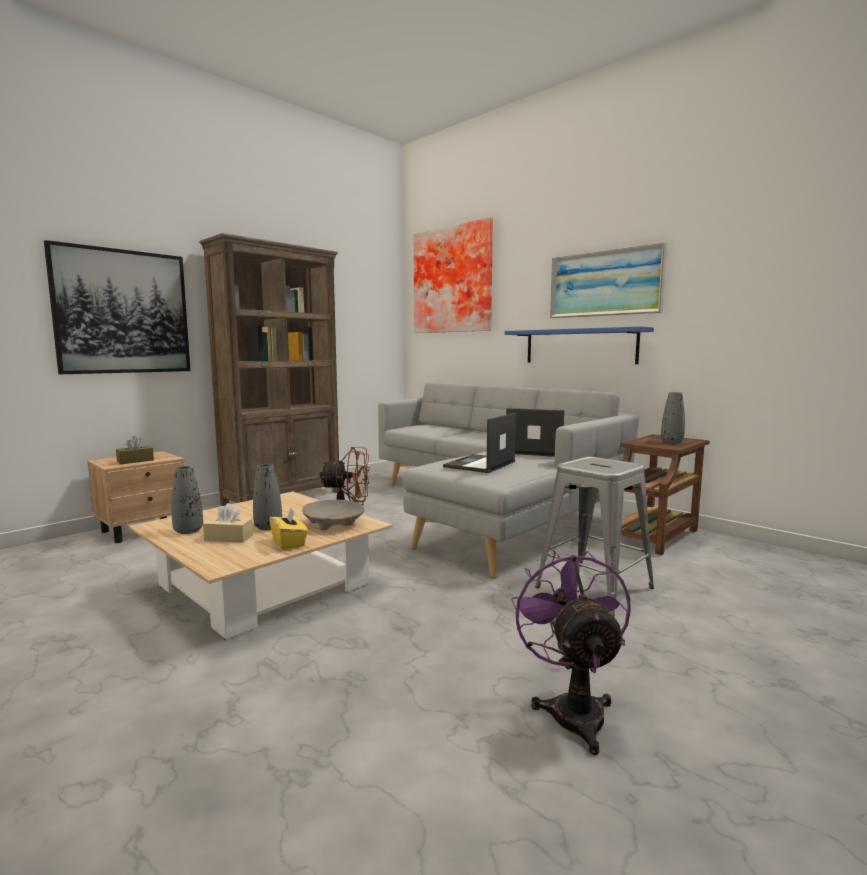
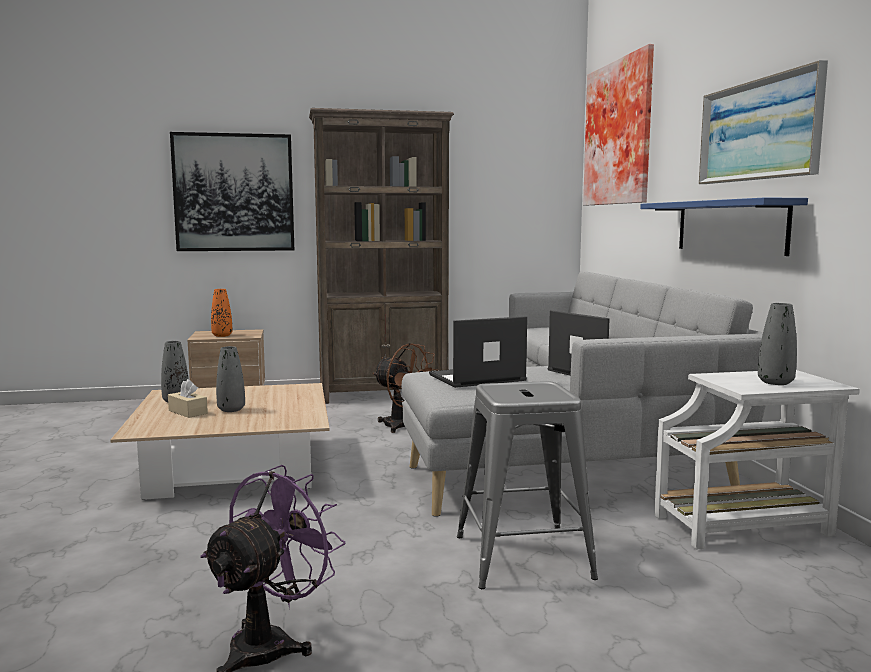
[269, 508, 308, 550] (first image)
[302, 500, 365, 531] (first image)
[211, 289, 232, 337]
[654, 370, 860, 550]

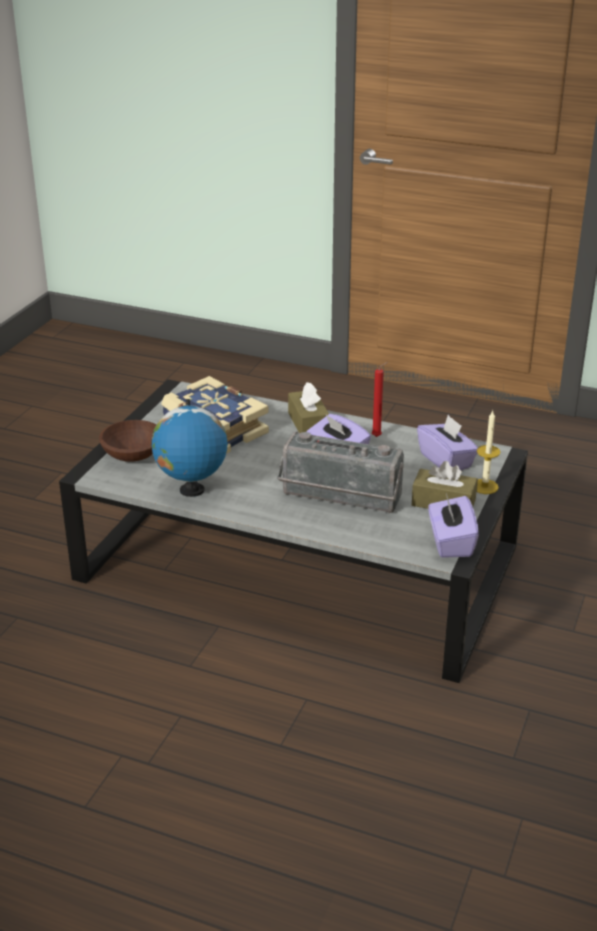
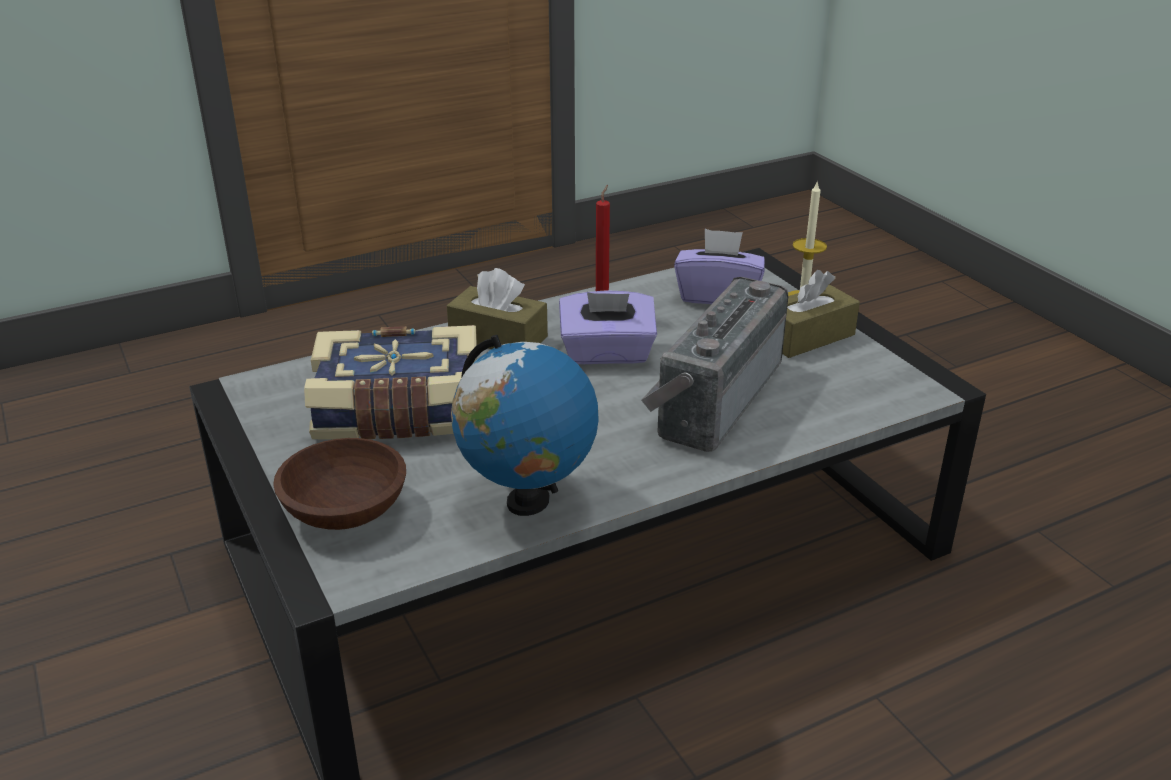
[428, 493, 479, 558] (first image)
[641, 277, 788, 452]

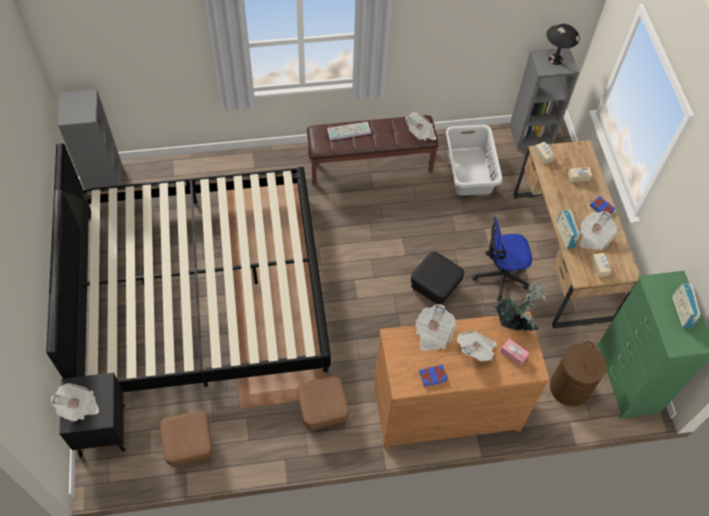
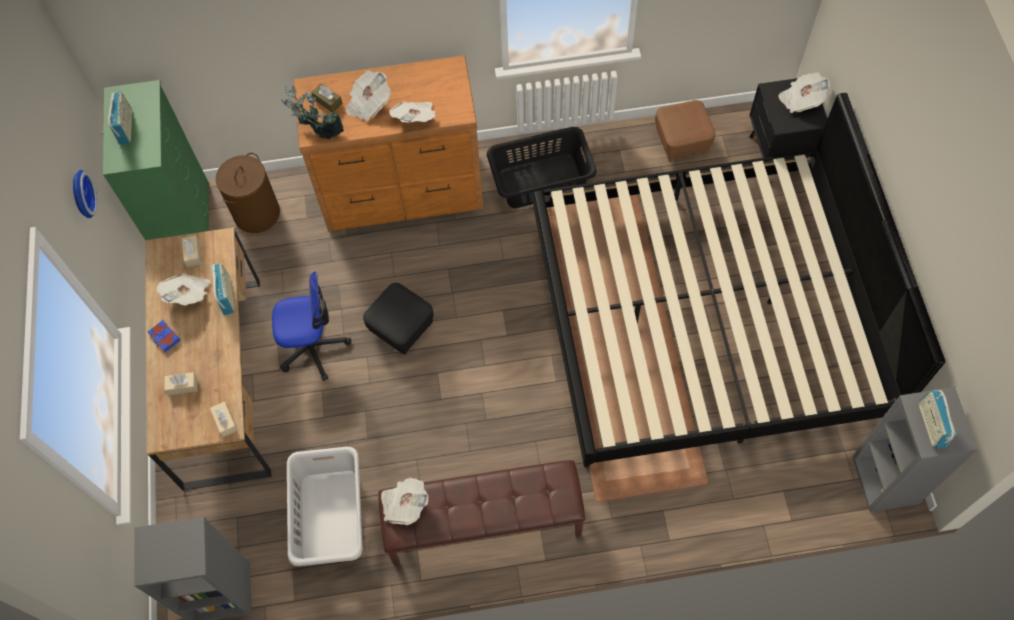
[327, 122, 371, 141] (first image)
[419, 364, 448, 387] (first image)
[546, 24, 580, 65] (first image)
[73, 170, 98, 218]
[919, 390, 956, 449]
[487, 127, 597, 208]
[311, 83, 342, 112]

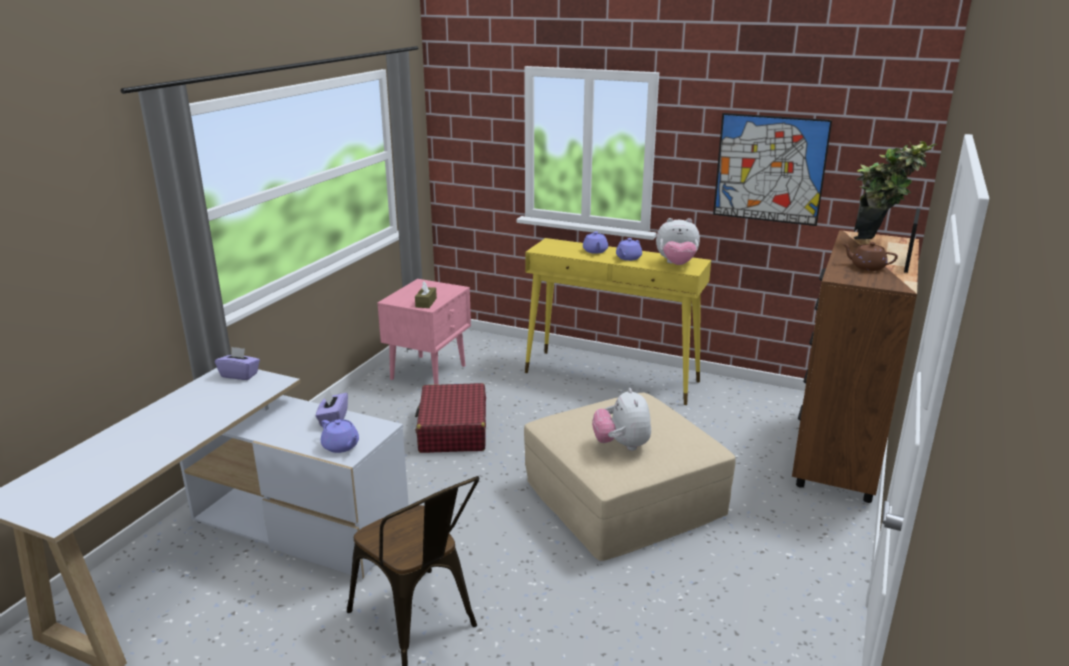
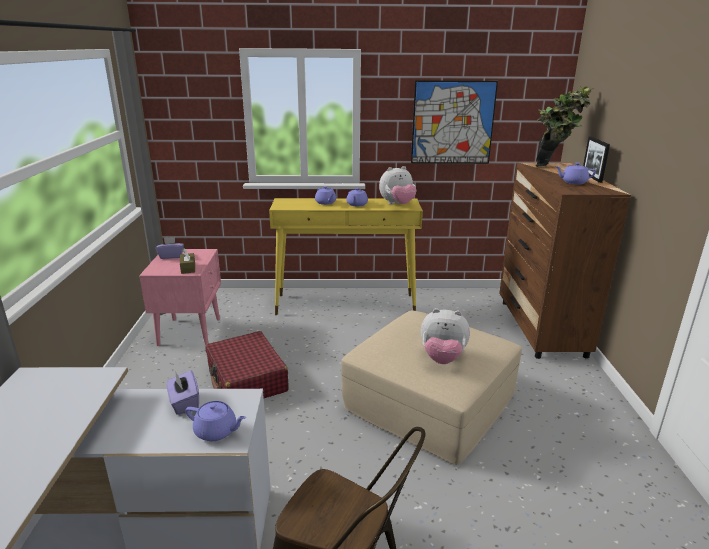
[156, 237, 184, 259]
[555, 163, 596, 184]
[421, 308, 470, 364]

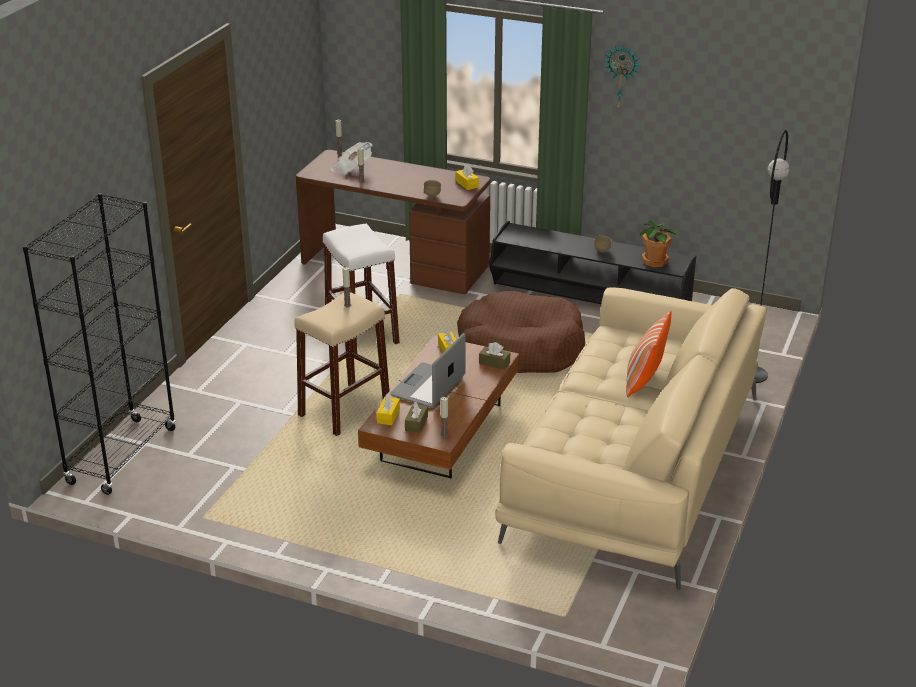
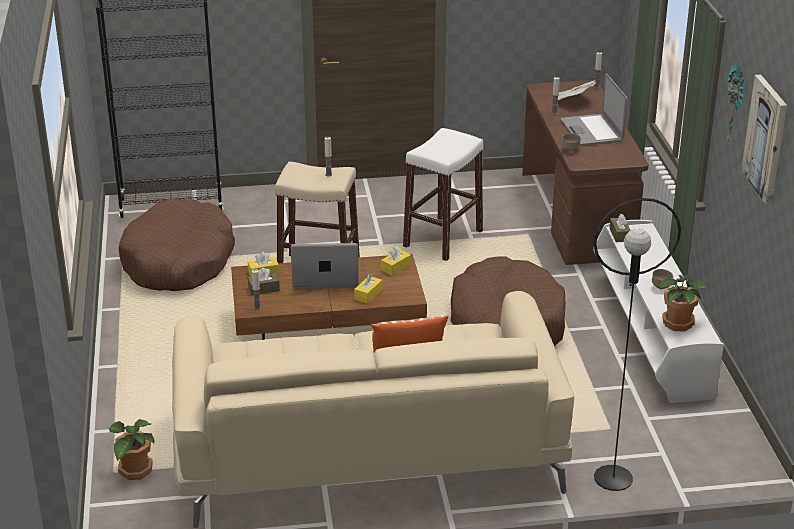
[109, 419, 154, 480]
[119, 198, 235, 291]
[561, 74, 628, 145]
[741, 75, 787, 205]
[354, 273, 382, 304]
[610, 214, 630, 242]
[593, 220, 724, 403]

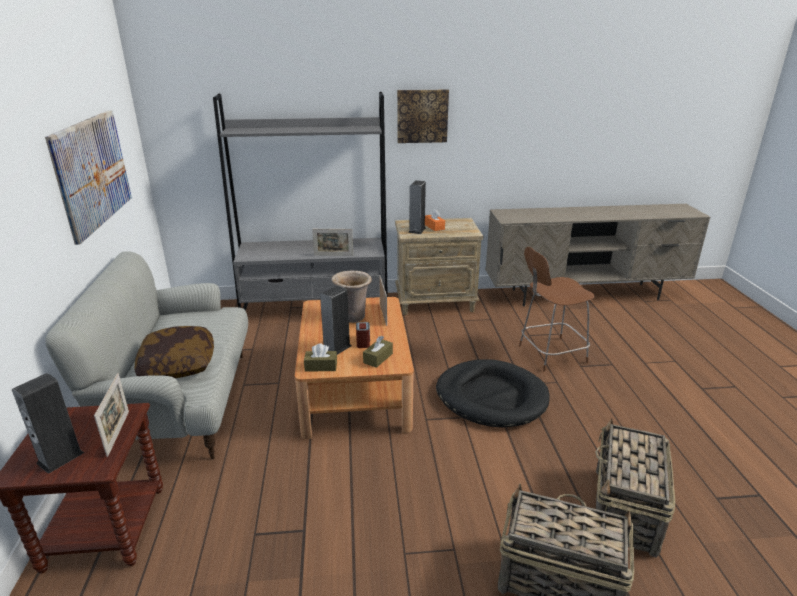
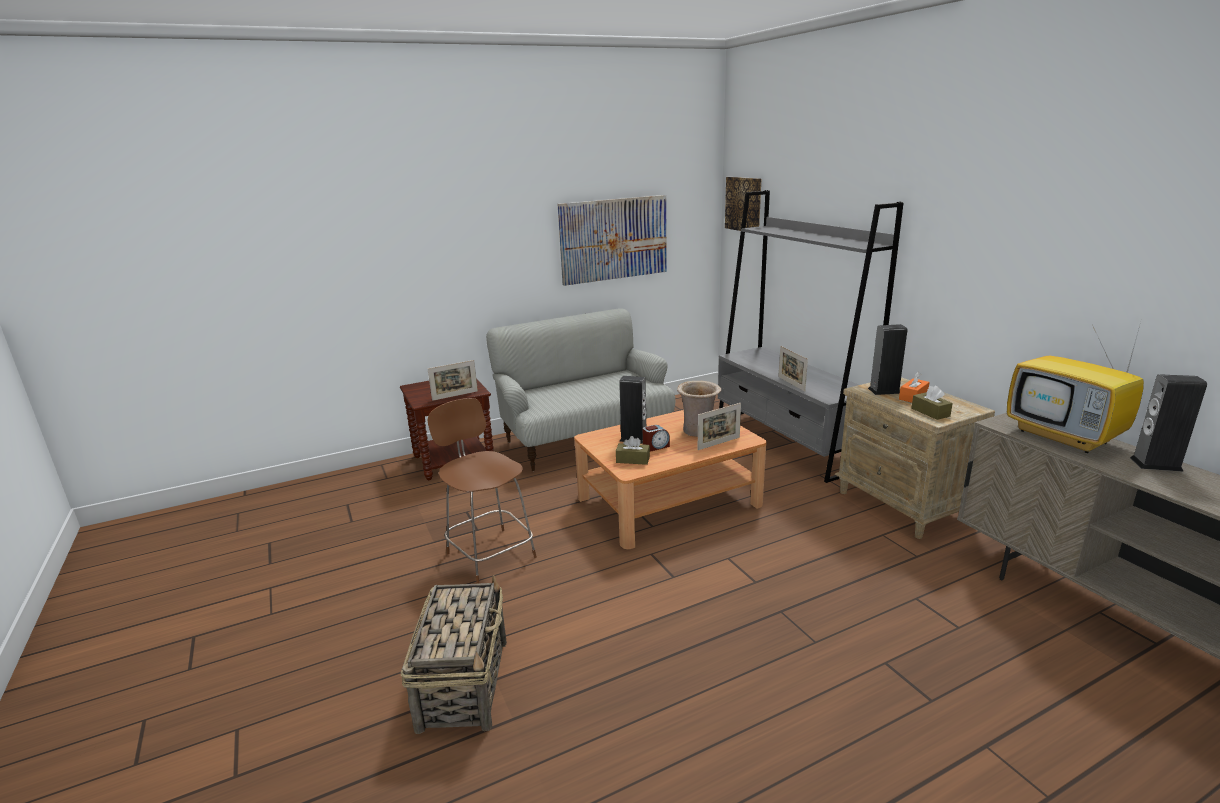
[135, 326, 214, 378] (first image)
[436, 359, 550, 427] (first image)
[595, 419, 675, 558] (first image)
[1007, 318, 1144, 453]
[1130, 374, 1207, 472]
[911, 386, 953, 420]
[725, 177, 761, 231]
[428, 398, 537, 584]

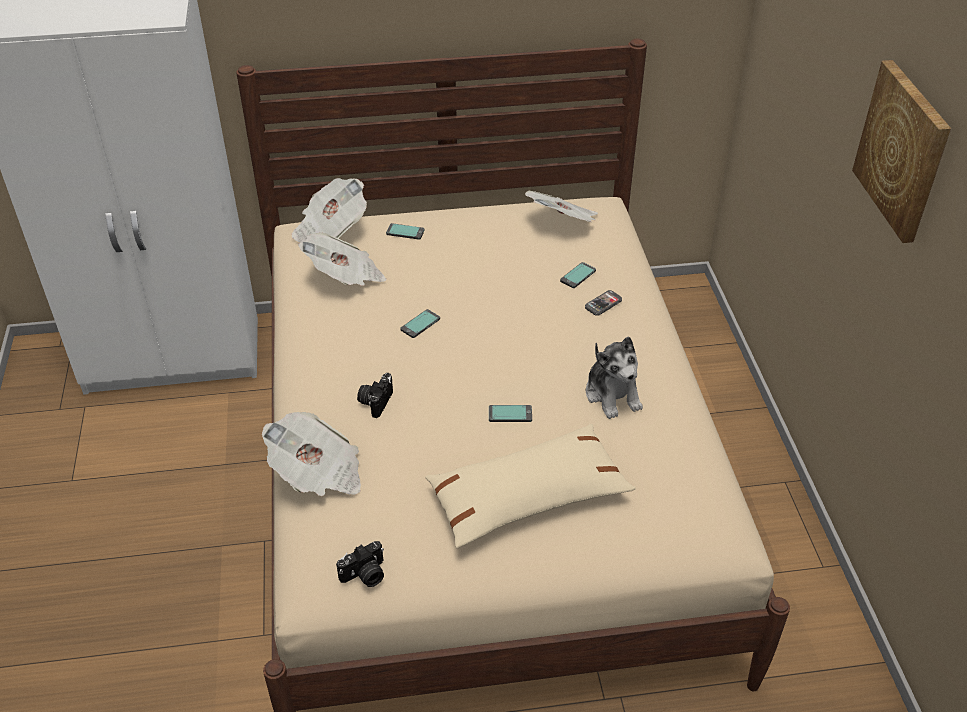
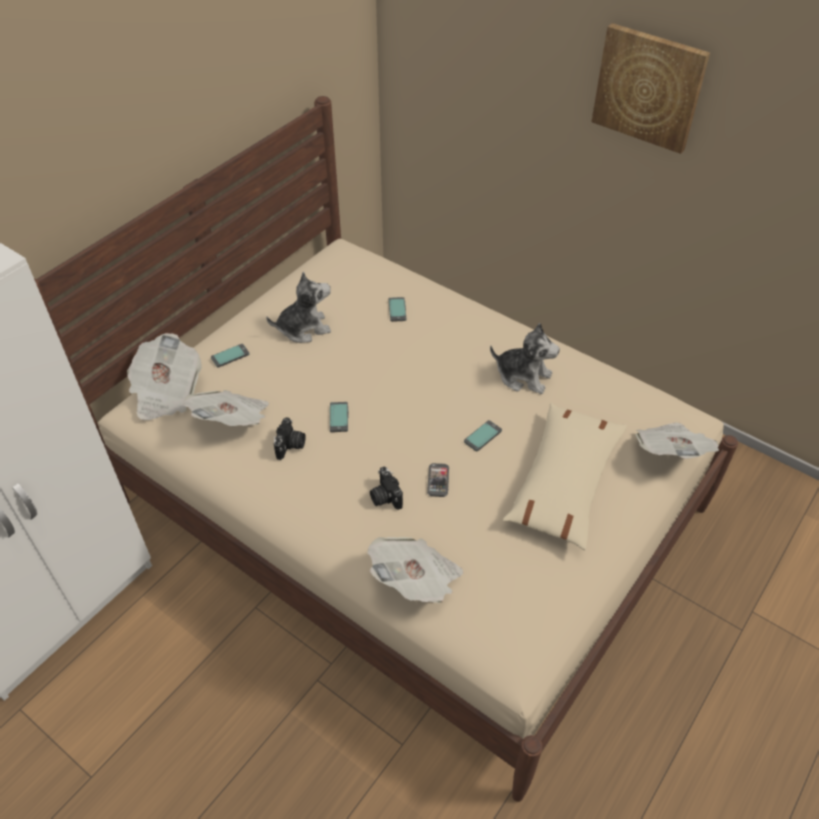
[266, 272, 331, 343]
[274, 417, 306, 460]
[636, 422, 719, 459]
[427, 463, 449, 497]

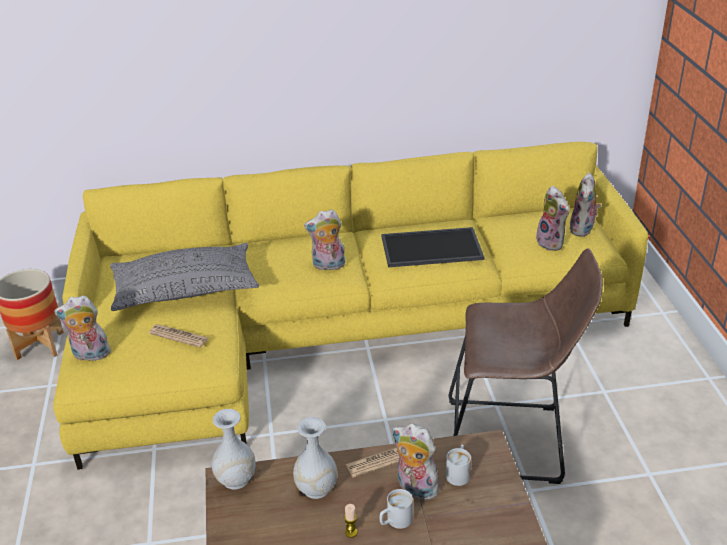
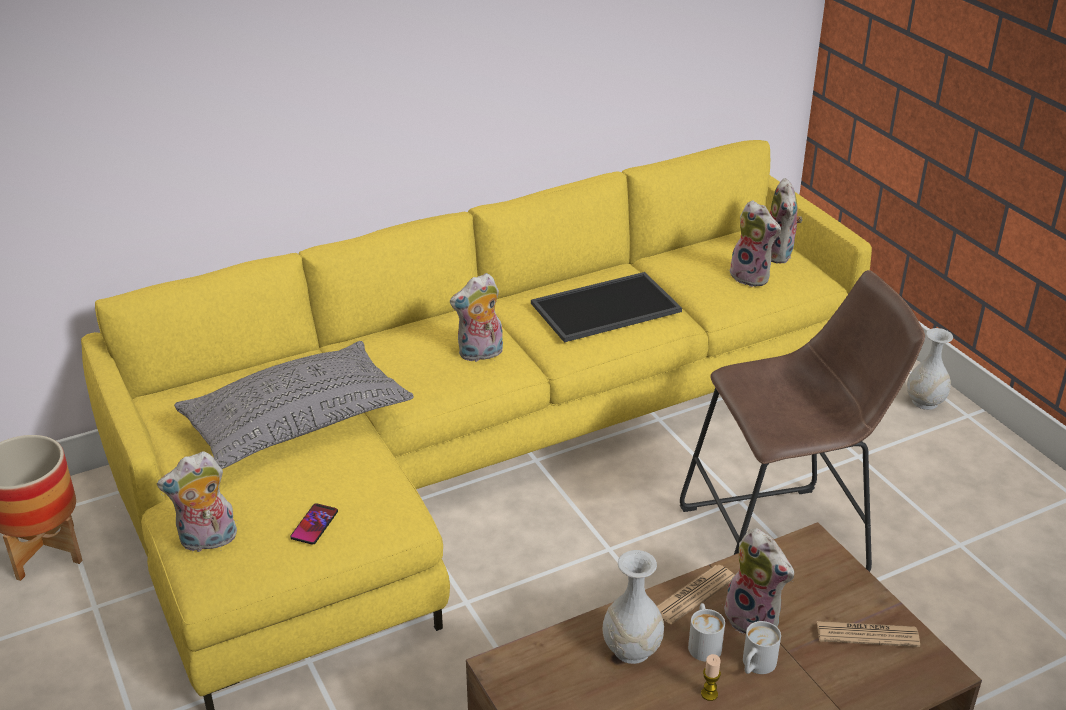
[290, 503, 338, 545]
[817, 621, 920, 647]
[907, 328, 953, 410]
[688, 603, 725, 662]
[724, 528, 794, 634]

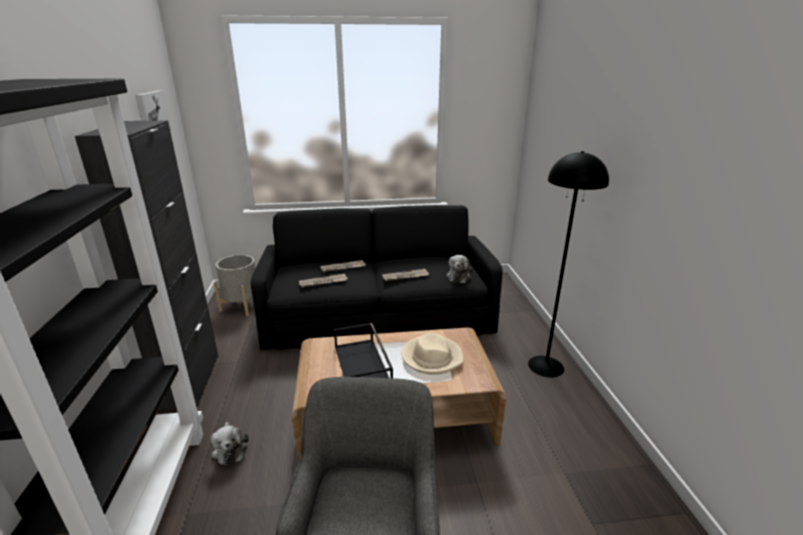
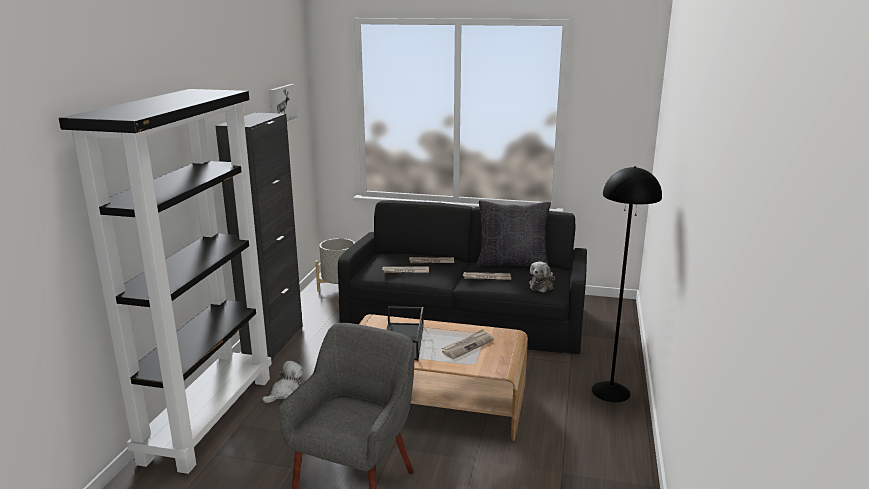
[476, 200, 551, 266]
[441, 329, 494, 359]
[262, 361, 302, 403]

